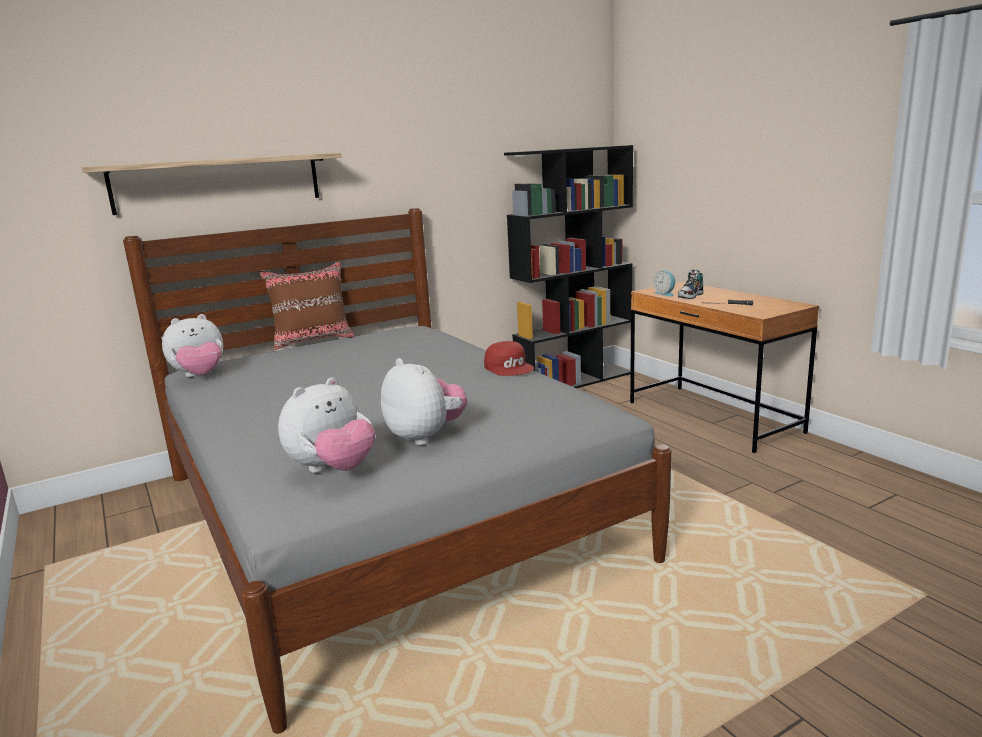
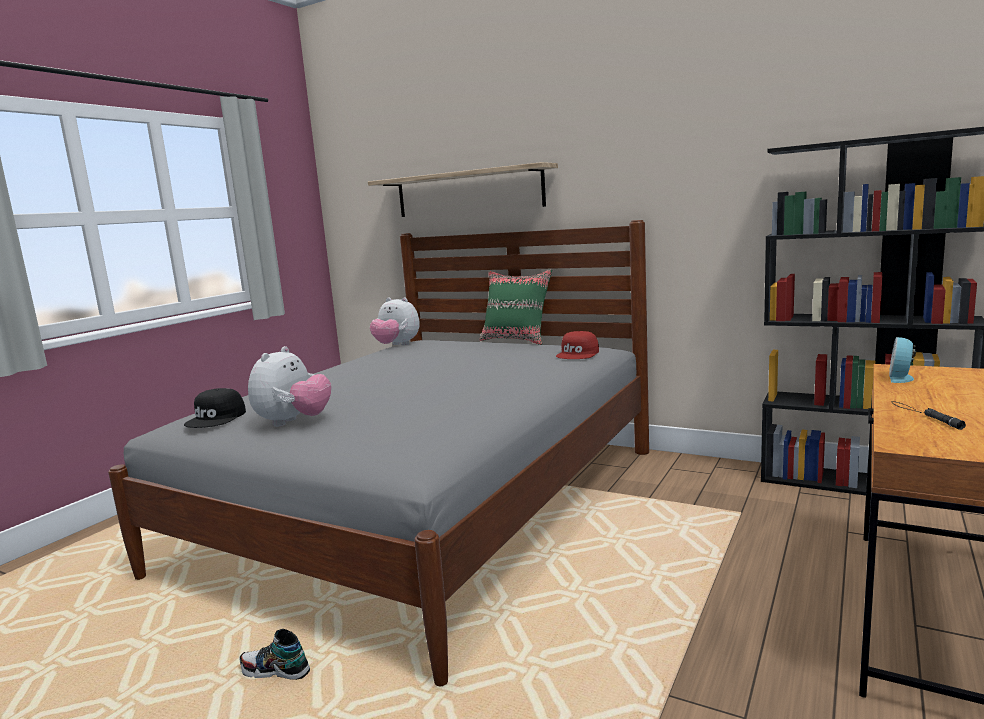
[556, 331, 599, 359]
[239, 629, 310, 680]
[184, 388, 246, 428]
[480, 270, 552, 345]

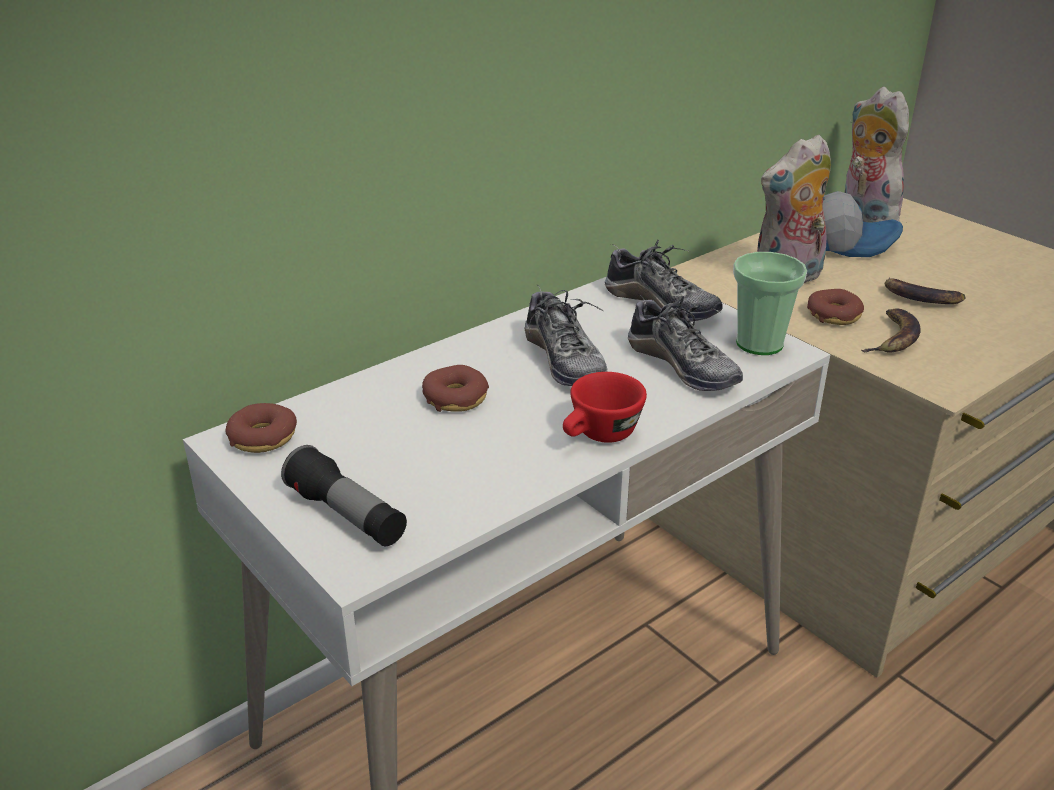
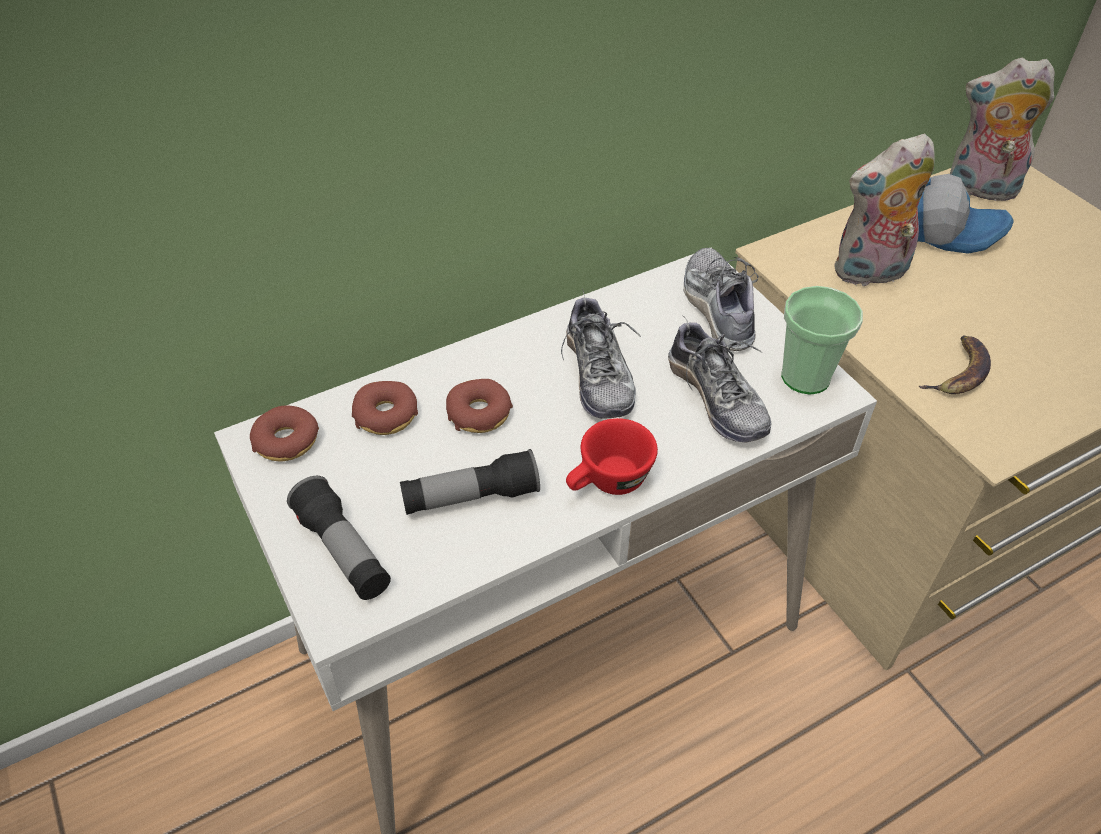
[885, 278, 966, 304] (first image)
[400, 449, 540, 515]
[352, 381, 418, 435]
[684, 248, 759, 351]
[950, 58, 1055, 205]

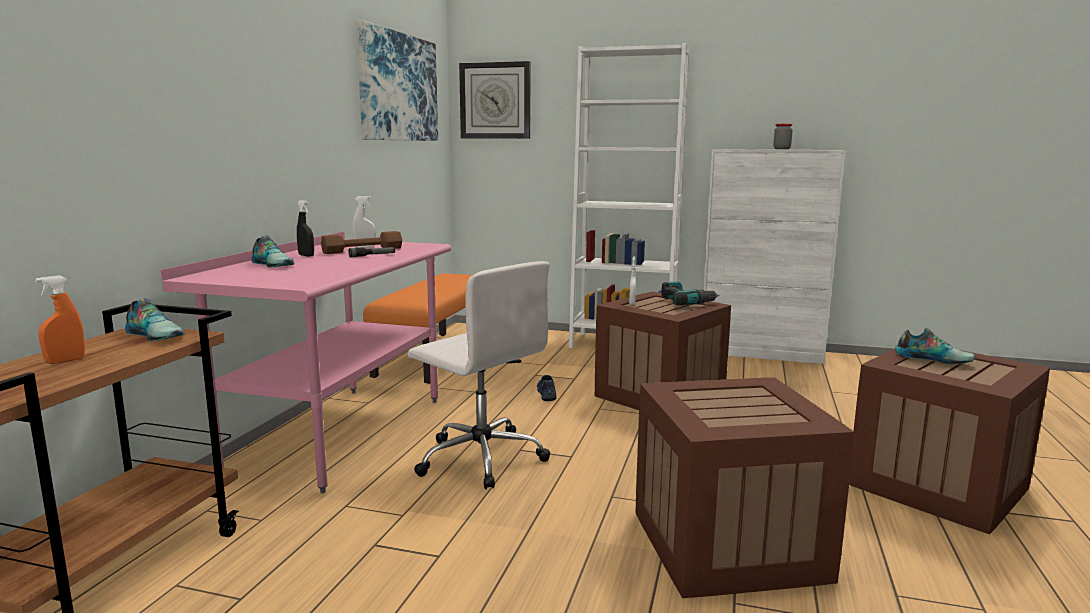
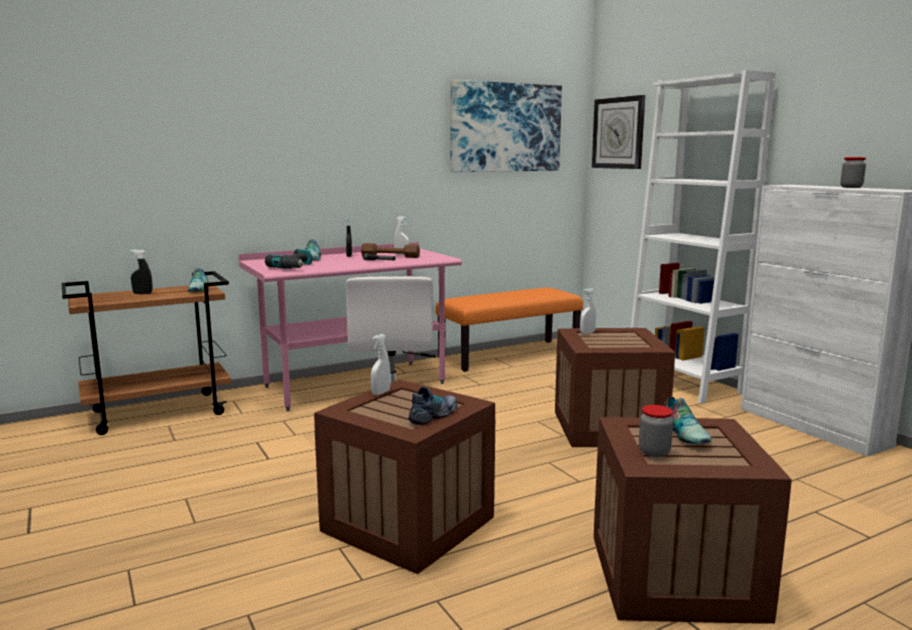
[371, 334, 390, 395]
[639, 405, 673, 457]
[408, 387, 458, 425]
[265, 249, 312, 269]
[131, 250, 152, 294]

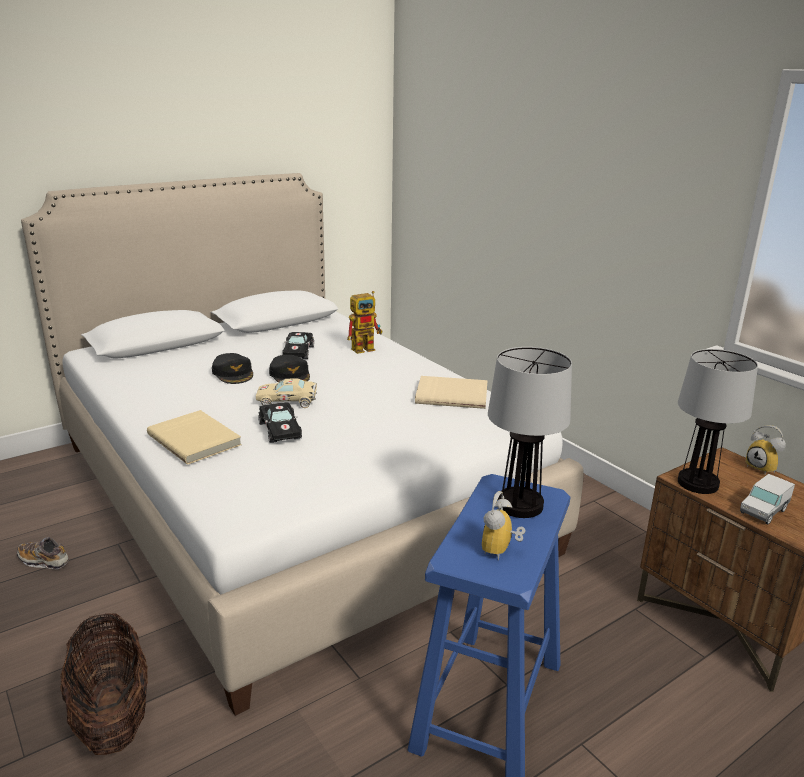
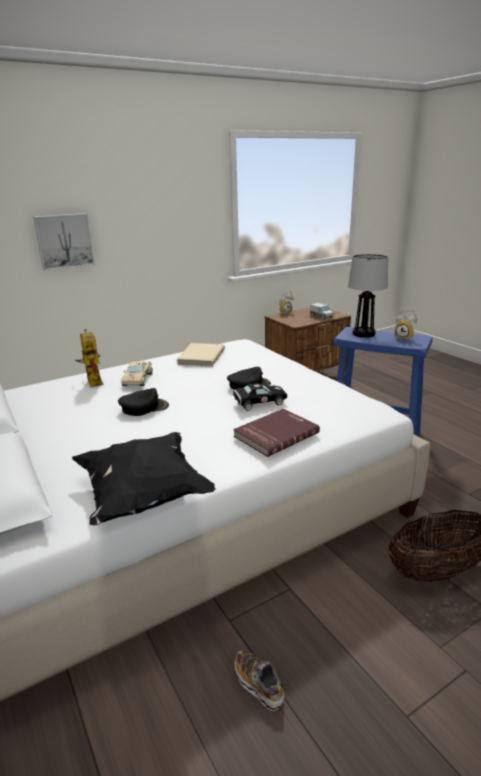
[282, 332, 314, 359] (first image)
[678, 349, 758, 494] (first image)
[33, 213, 95, 271]
[72, 432, 216, 525]
[227, 367, 271, 390]
[121, 362, 153, 386]
[233, 409, 320, 457]
[234, 650, 285, 711]

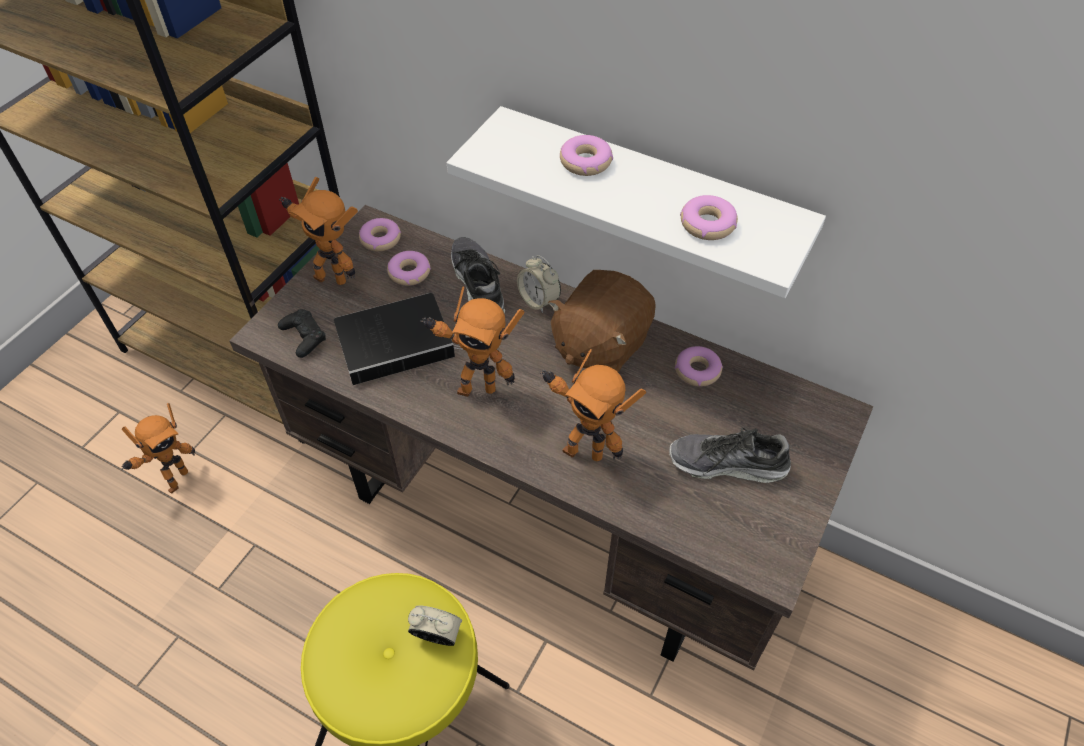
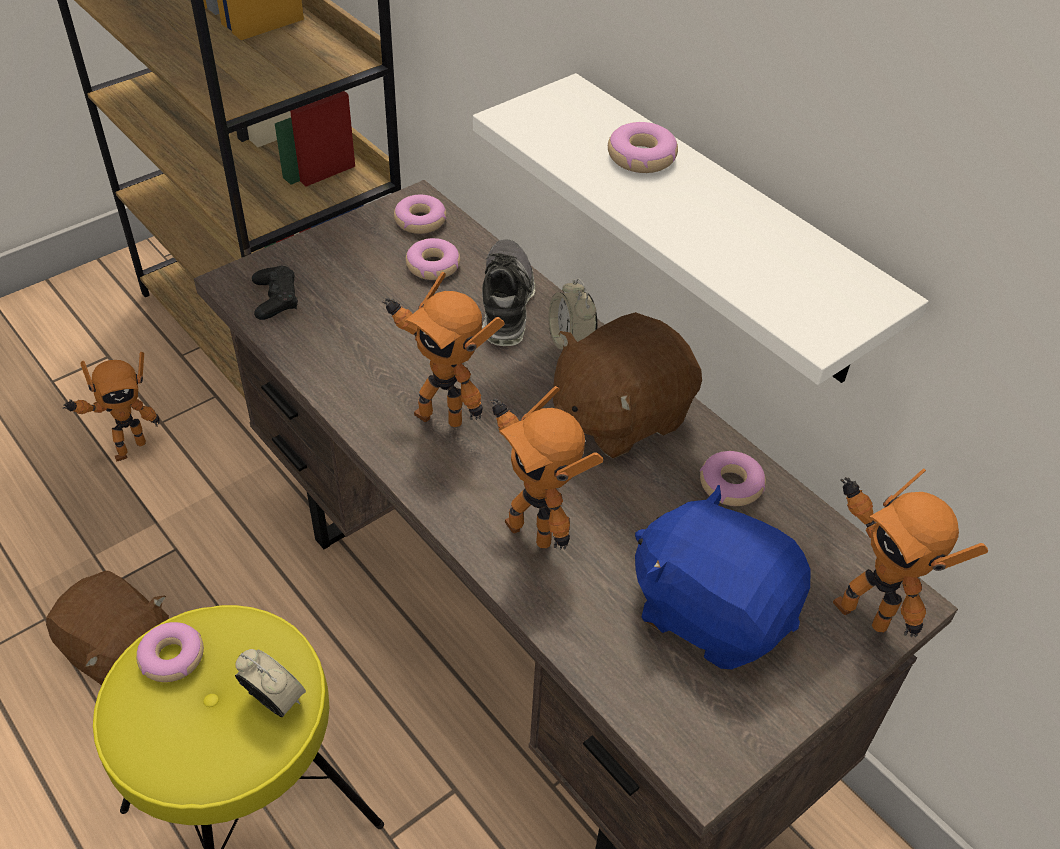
[334, 293, 461, 385] (first image)
[46, 571, 169, 686]
[833, 468, 988, 637]
[136, 622, 204, 682]
[635, 485, 810, 669]

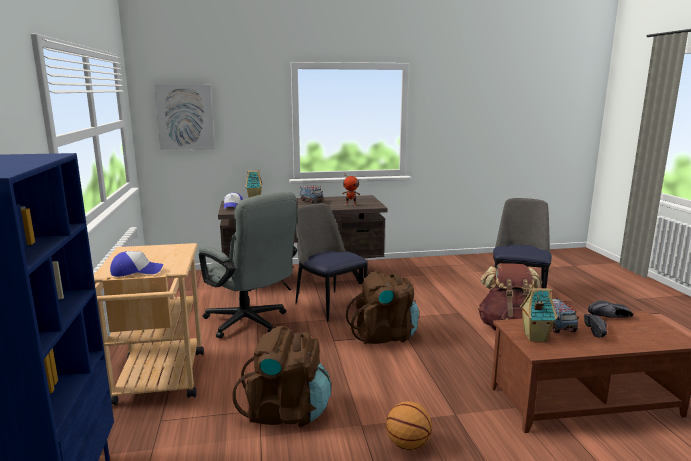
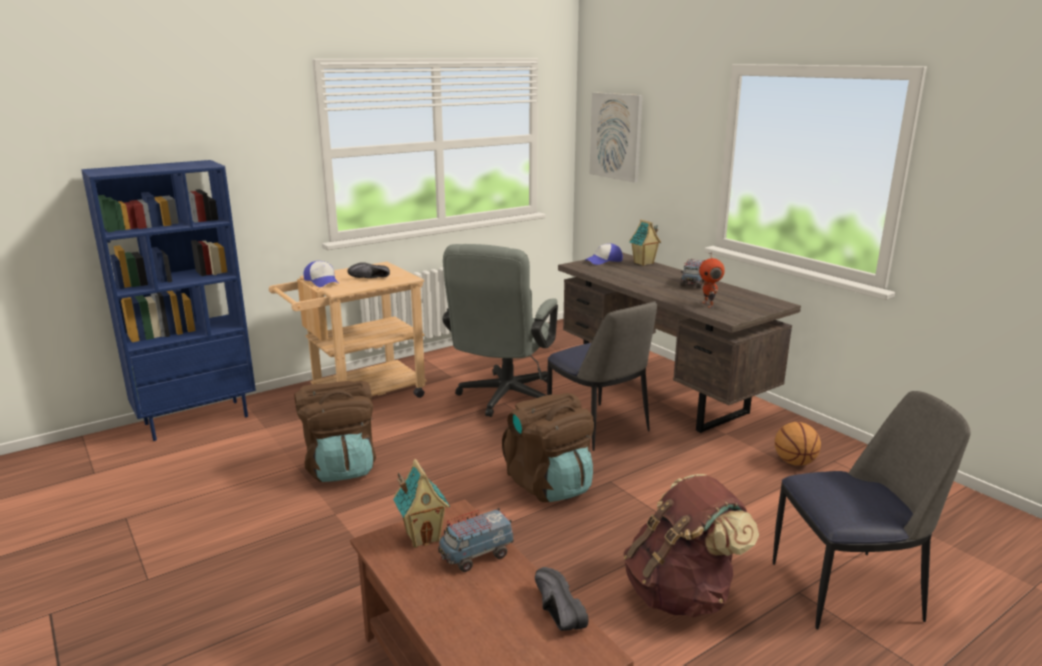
[775, 422, 821, 466]
[347, 262, 390, 278]
[547, 302, 657, 451]

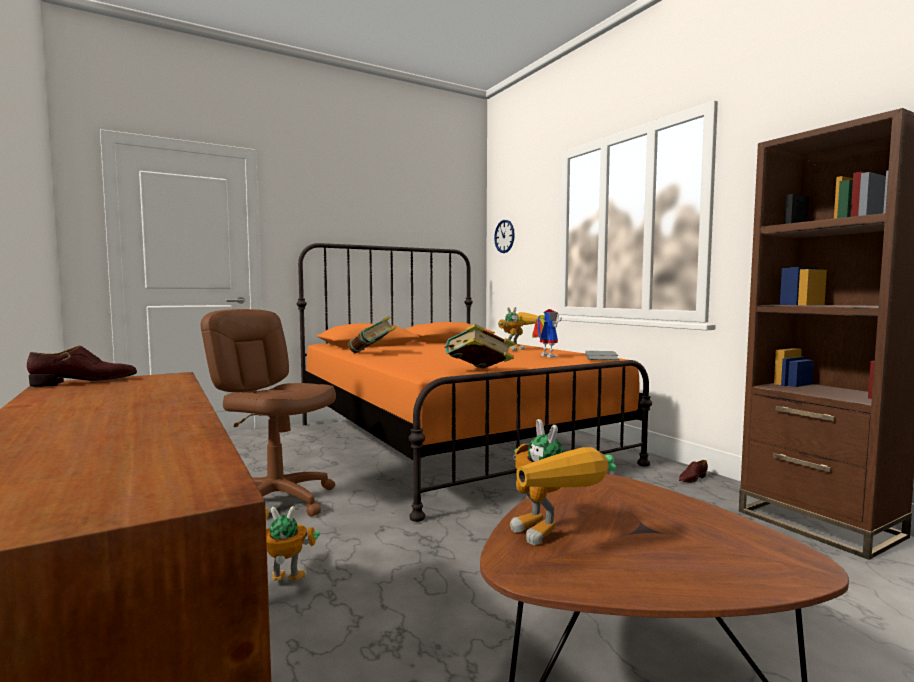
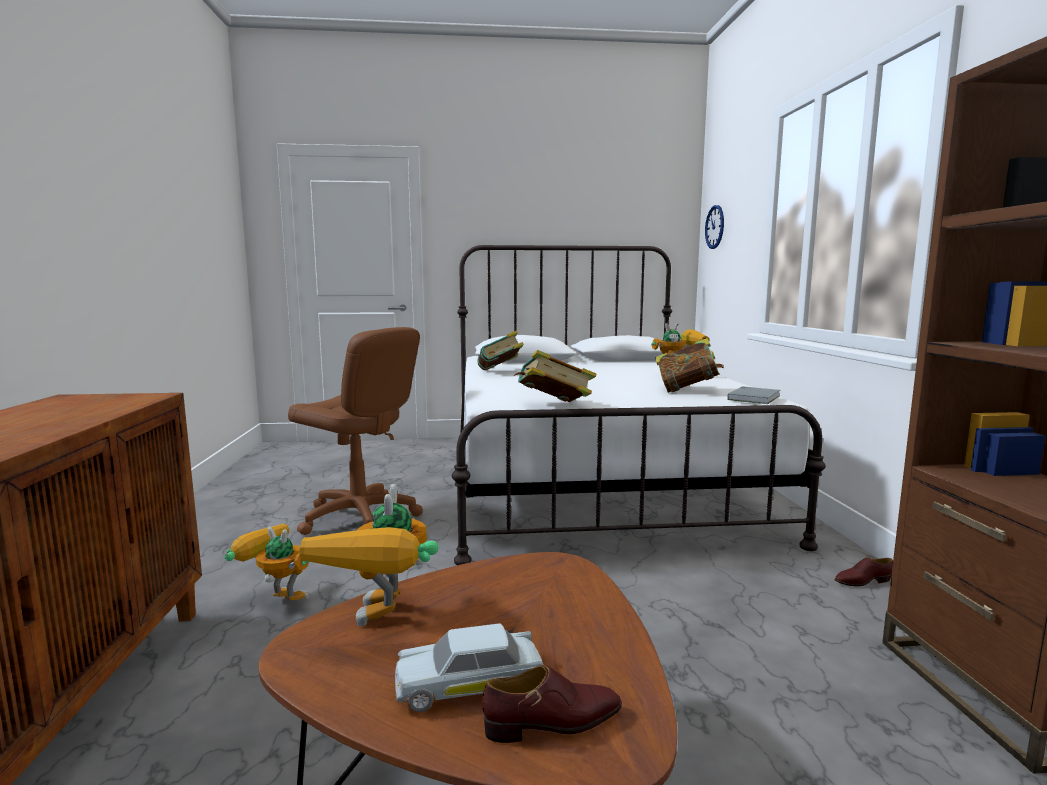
[395, 623, 543, 712]
[482, 665, 622, 743]
[655, 338, 724, 393]
[452, 245, 826, 565]
[288, 327, 423, 535]

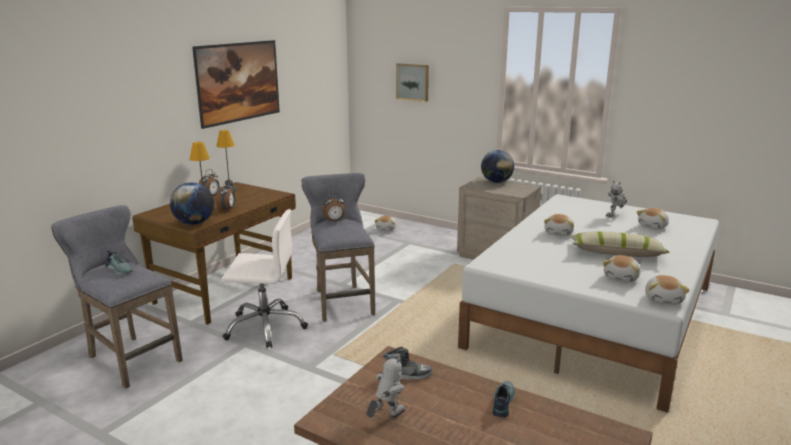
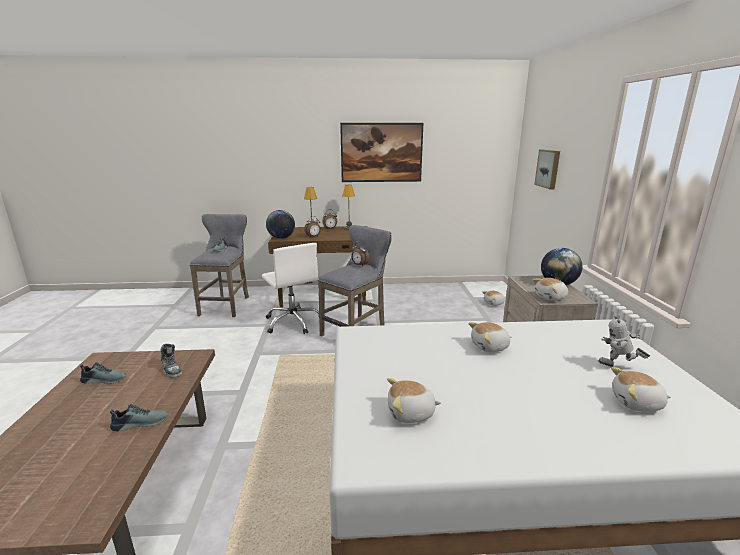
[571, 231, 670, 257] (first image)
[533, 278, 568, 301]
[80, 362, 126, 384]

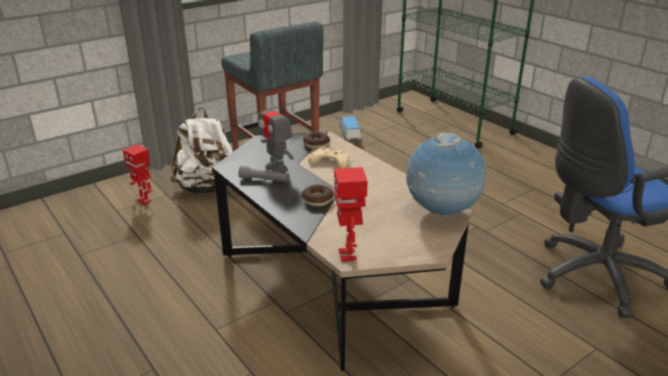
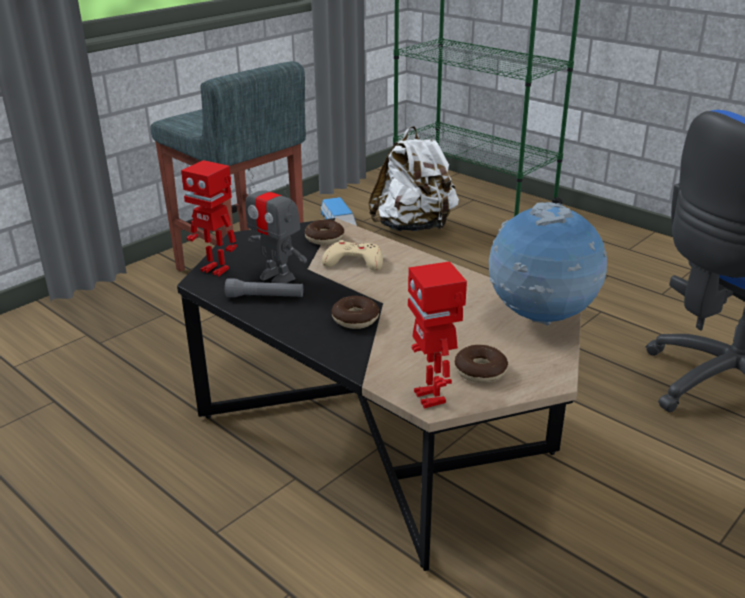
[454, 345, 508, 383]
[181, 160, 237, 276]
[368, 126, 459, 231]

